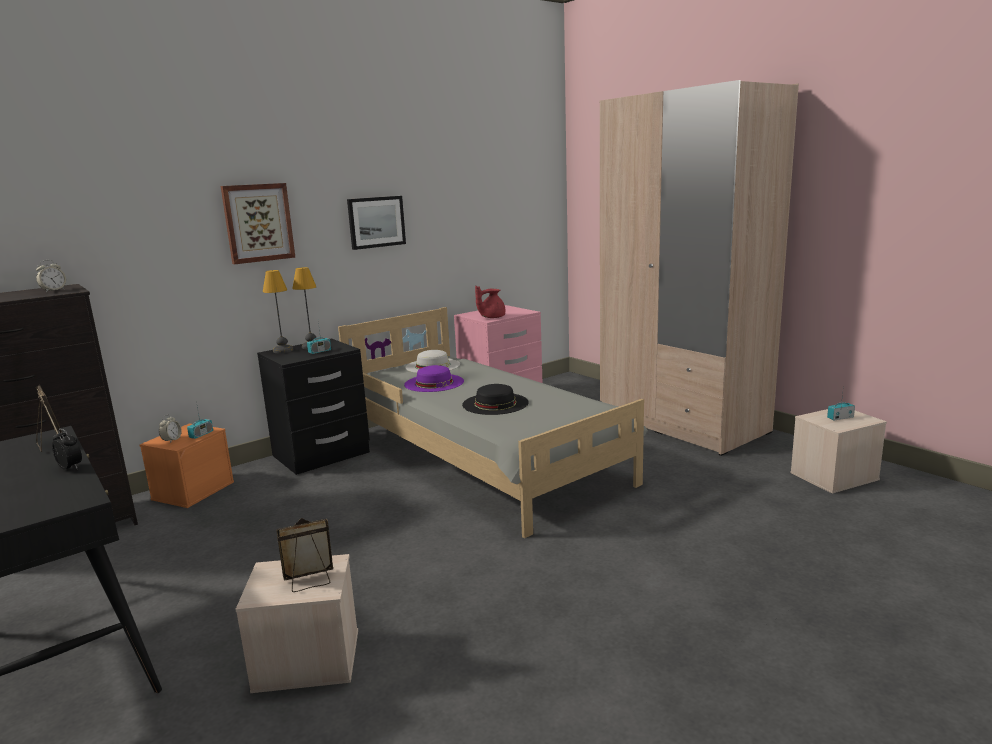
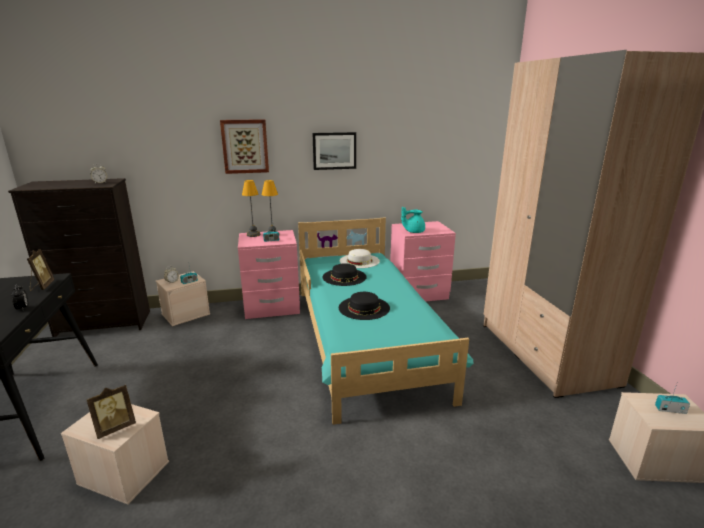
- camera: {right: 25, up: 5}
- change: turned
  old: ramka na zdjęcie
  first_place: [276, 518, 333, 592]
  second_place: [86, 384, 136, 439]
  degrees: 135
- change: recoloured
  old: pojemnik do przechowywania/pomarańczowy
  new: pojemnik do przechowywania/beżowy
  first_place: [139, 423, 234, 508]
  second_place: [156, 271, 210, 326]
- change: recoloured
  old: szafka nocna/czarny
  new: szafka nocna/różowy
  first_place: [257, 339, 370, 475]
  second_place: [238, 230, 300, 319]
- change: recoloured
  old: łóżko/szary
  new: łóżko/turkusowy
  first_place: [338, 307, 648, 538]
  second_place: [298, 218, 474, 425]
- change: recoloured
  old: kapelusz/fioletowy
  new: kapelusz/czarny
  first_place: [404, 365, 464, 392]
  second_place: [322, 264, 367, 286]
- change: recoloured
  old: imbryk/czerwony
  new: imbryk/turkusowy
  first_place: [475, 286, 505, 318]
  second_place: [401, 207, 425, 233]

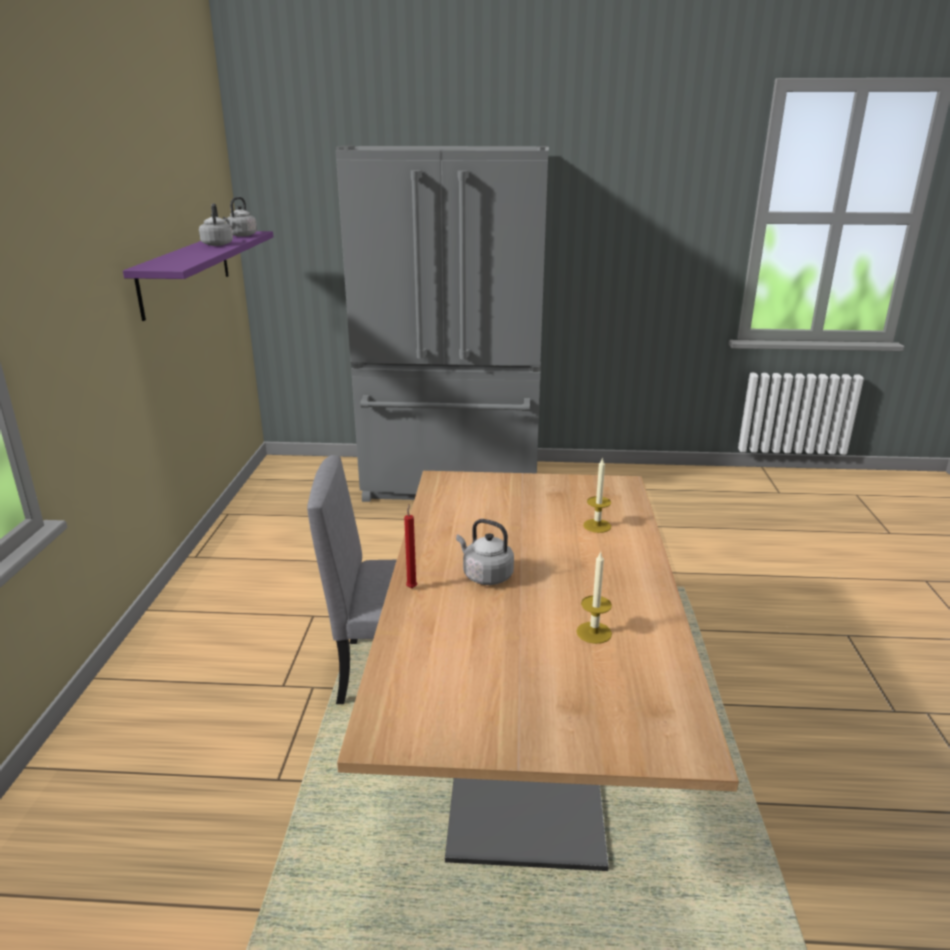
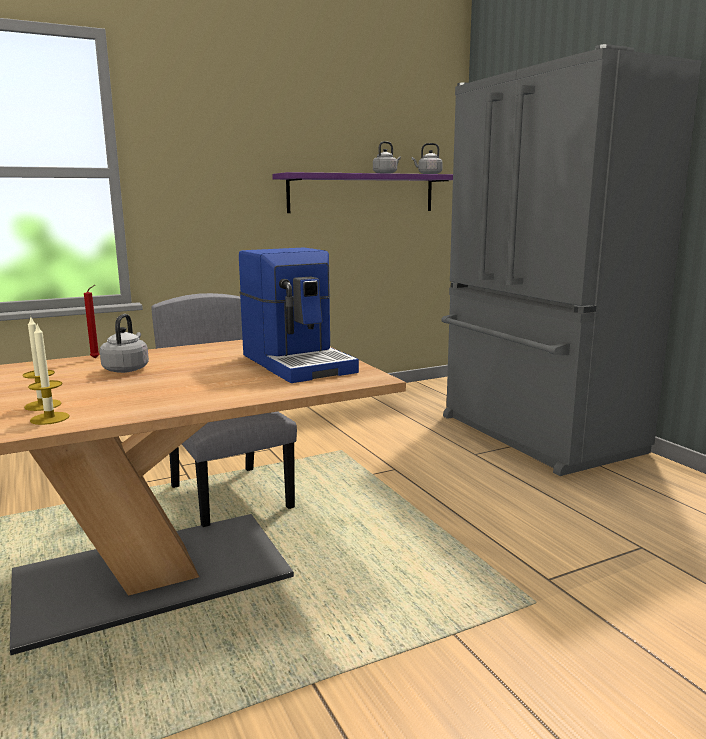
- camera: {right: 60, up: -10}
- change: moved
  old: świeca
  first_place: [583, 457, 611, 533]
  second_place: [28, 325, 70, 425]
- change: added
  new: ekspres do kawy
  second_place: [239, 247, 359, 383]

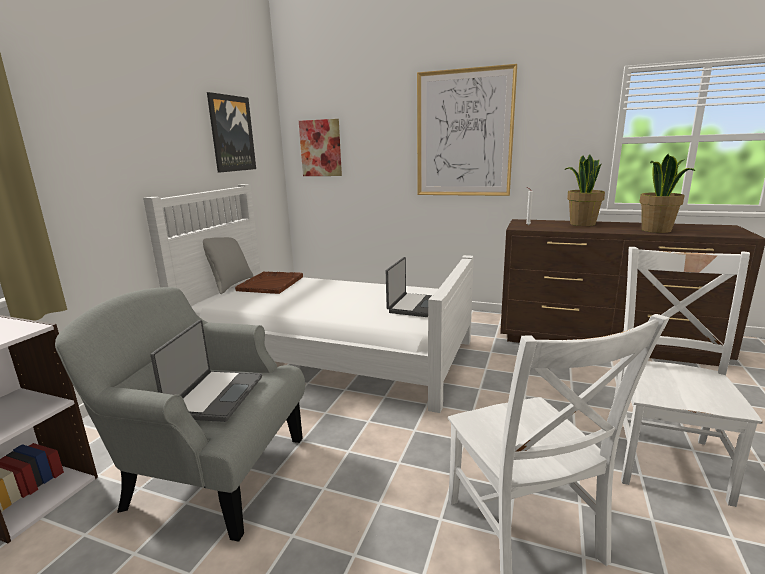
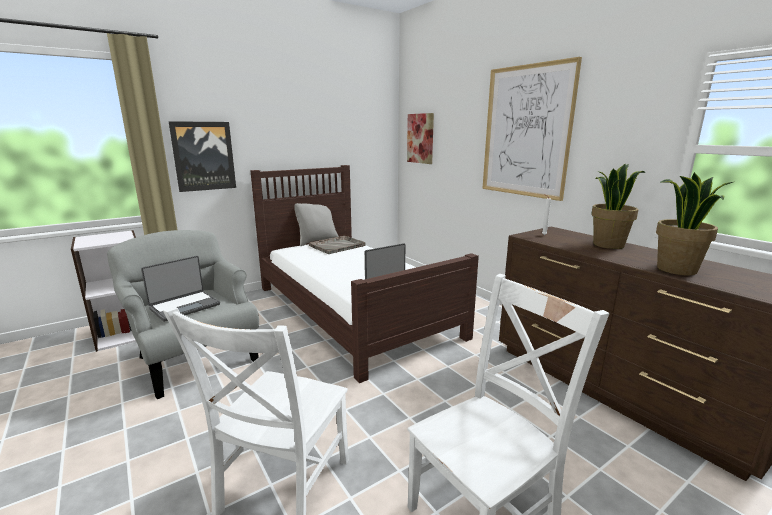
- camera: {right: 35, up: 0}
- change: moved
  old: obraz
  first_place: [207, 92, 256, 173]
  second_place: [168, 121, 236, 192]
- change: recoloured
  old: łóżko/biały
  new: łóżko/brązowy
  first_place: [143, 184, 474, 413]
  second_place: [250, 165, 479, 383]
- change: recoloured
  old: taca/brązowy
  new: taca/szary
  first_place: [235, 271, 303, 294]
  second_place: [309, 236, 366, 254]

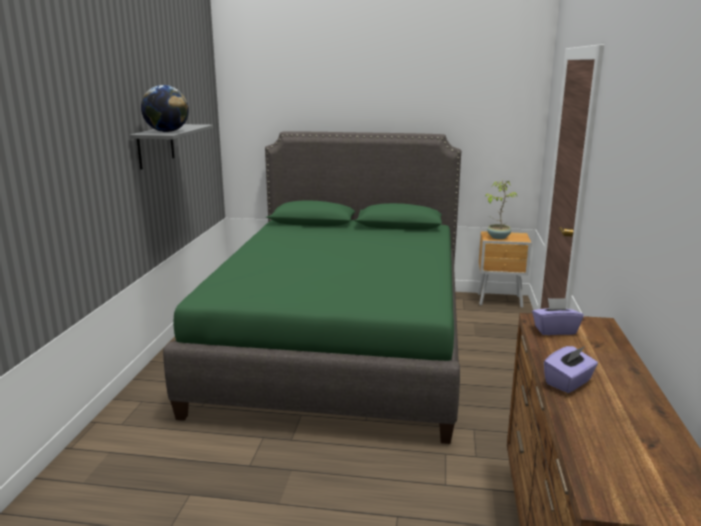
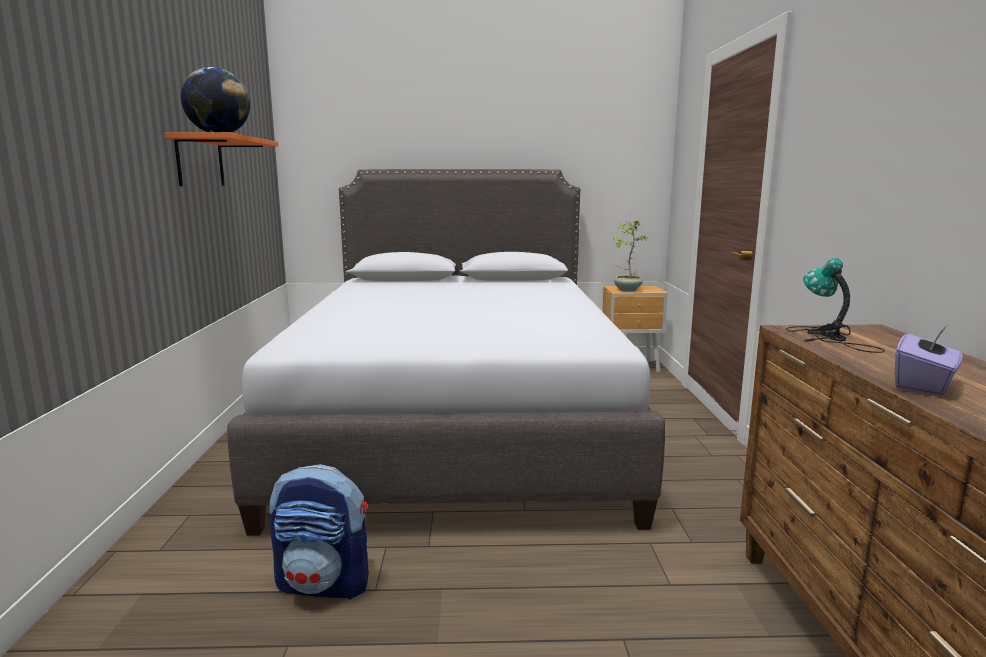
- camera: {right: -10, up: -5}
- change: recoloured
  old: półka/szary
  new: półka/pomarańczowy
  first_place: [130, 124, 214, 170]
  second_place: [164, 132, 279, 186]
- change: recoloured
  old: łóżko/zielony
  new: łóżko/szary
  first_place: [163, 132, 461, 444]
  second_place: [227, 169, 665, 536]
- change: added
  new: plecak
  second_place: [269, 464, 369, 600]
- change: replaced
  old: pudełko chusteczek/fioletowy
  new: lampa stołowa
  first_place: [532, 298, 584, 335]
  second_place: [786, 258, 885, 353]

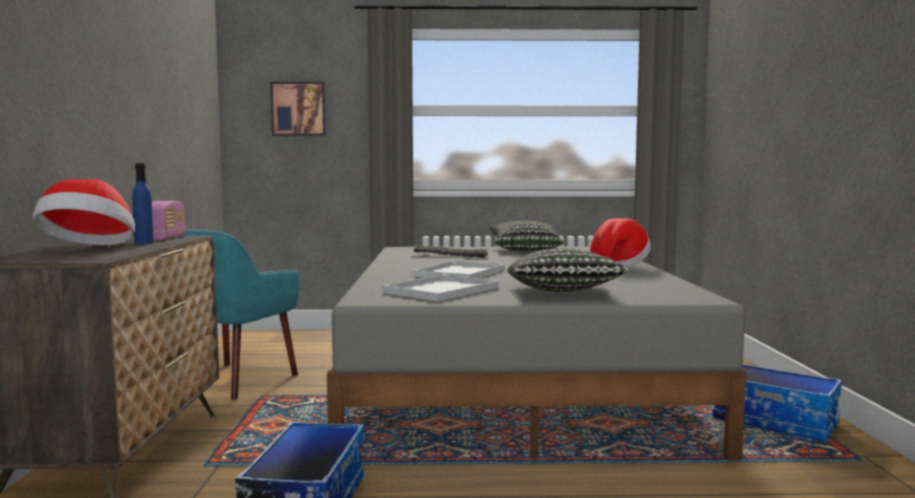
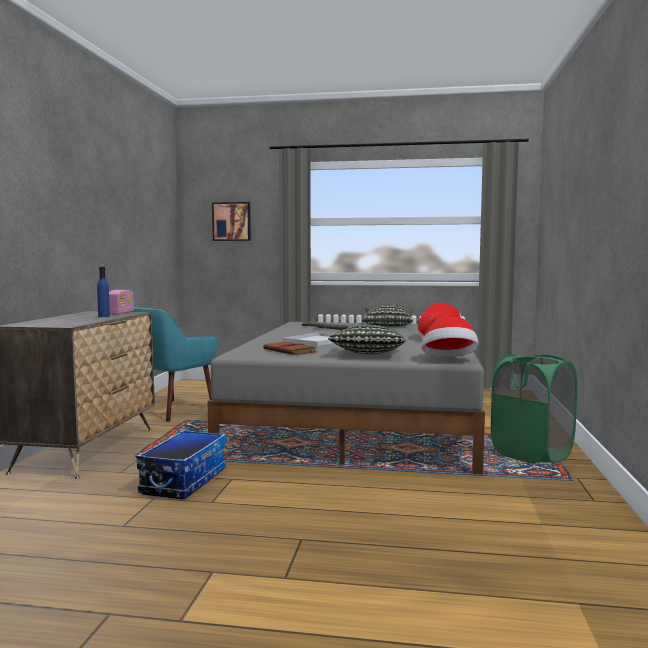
- camera: {right: 10, up: 0}
- change: replaced
  old: taca/biały
  new: książka/brązowy
  first_place: [382, 274, 498, 301]
  second_place: [263, 341, 318, 355]
- change: moved
  old: kapelusz
  first_place: [33, 179, 135, 246]
  second_place: [422, 317, 479, 357]
- change: replaced
  old: pojemnik do przechowywania
  new: kosz na pranie/zielony
  first_place: [712, 364, 842, 441]
  second_place: [491, 354, 577, 464]

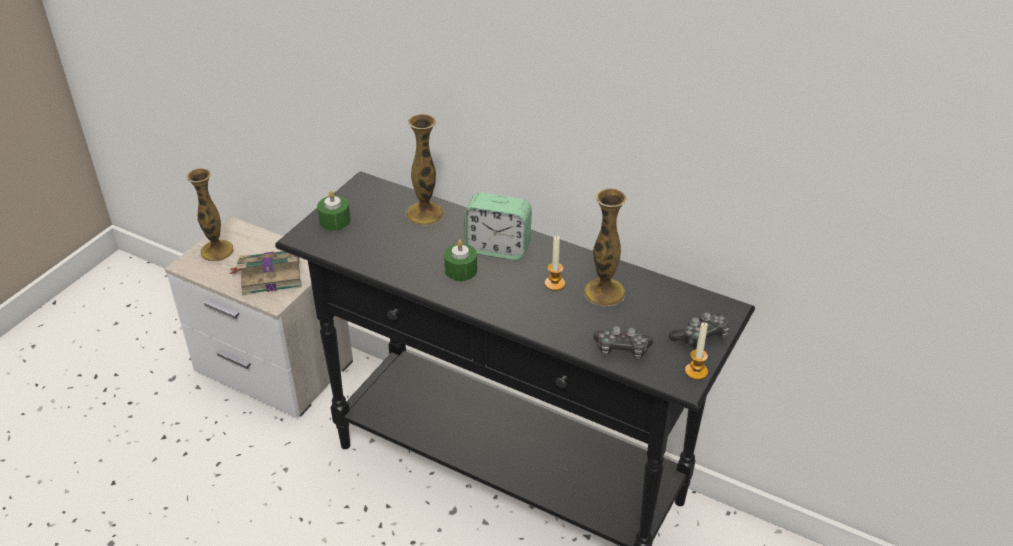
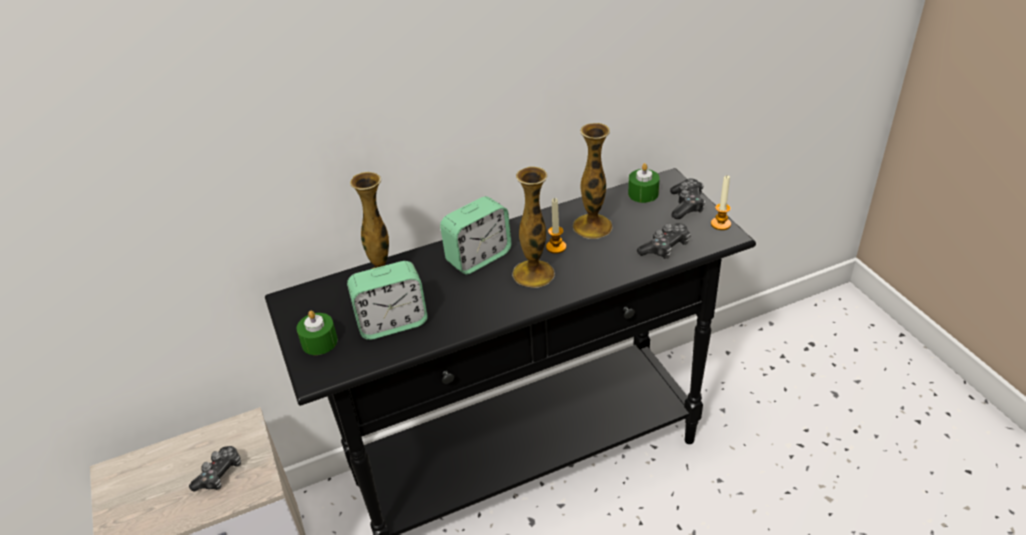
- camera: {right: -50, up: 0}
- change: replaced
  old: książka
  new: pad do gier
  first_place: [230, 251, 302, 295]
  second_place: [189, 446, 241, 492]
- change: added
  new: budzik
  second_place: [347, 261, 428, 340]
- change: moved
  old: wazon
  first_place: [186, 168, 234, 262]
  second_place: [512, 167, 555, 288]
- change: moved
  old: świeca/zielony
  first_place: [444, 240, 477, 281]
  second_place: [628, 163, 660, 203]

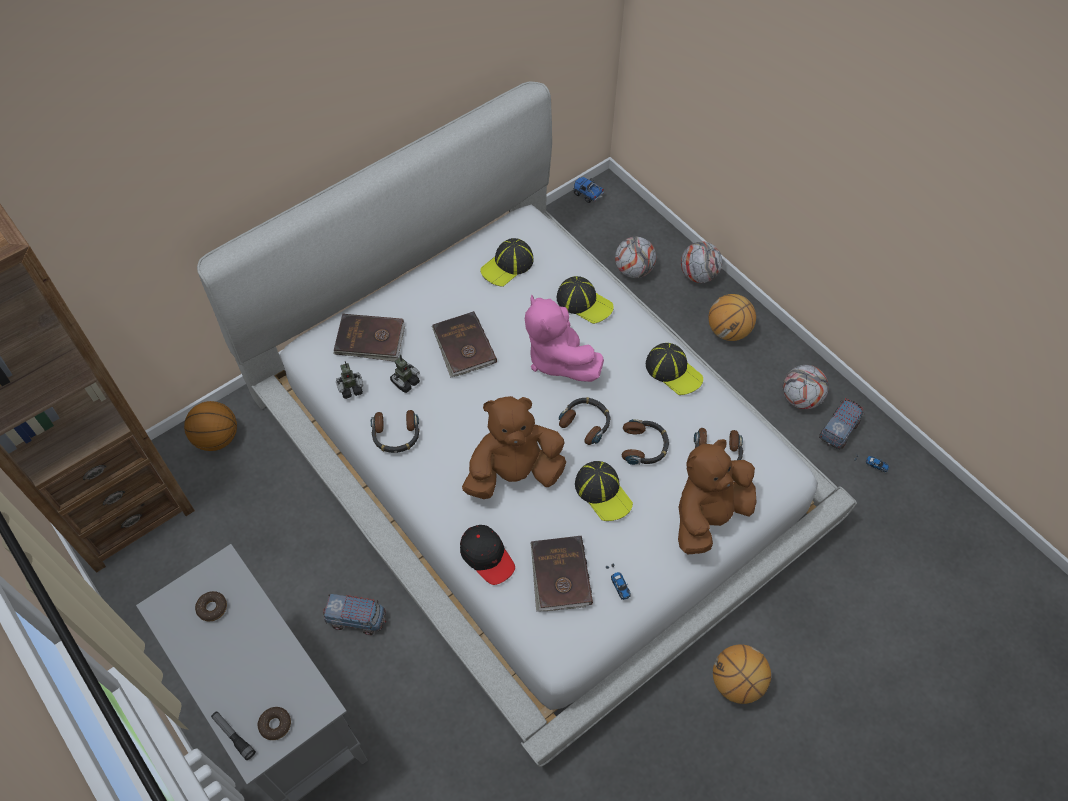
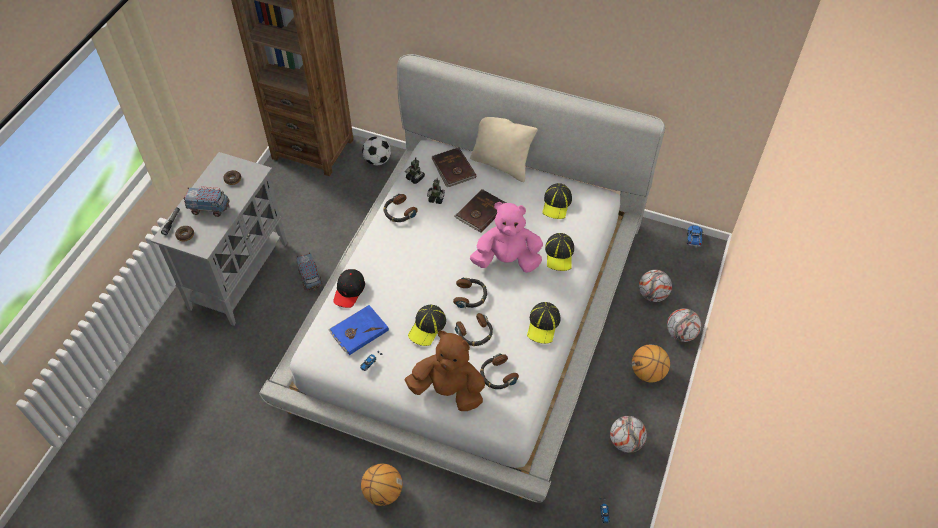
- camera: {right: 60, up: -5}
- change: moved
  old: ciężarówka zabawkowa
  first_place: [819, 399, 865, 449]
  second_place: [183, 186, 230, 217]
- change: recoloured
  old: książka/brązowy
  new: książka/niebieski
  first_place: [530, 536, 593, 612]
  second_place: [328, 305, 389, 355]
- change: replaced
  old: piłka do koszykówki
  new: piłka futbolowa
  first_place: [184, 401, 237, 451]
  second_place: [362, 136, 391, 165]
- change: added
  new: poduszka/beżowy
  second_place: [470, 117, 538, 182]
- change: turned
  old: pluszak/różowy
  first_place: [525, 294, 604, 382]
  second_place: [470, 202, 543, 273]
  degrees: 60
- change: turned
  old: czapka z daszkiem
  first_place: [481, 238, 534, 287]
  second_place: [542, 183, 572, 219]
  degrees: -90
- change: removed
  old: pluszak/brązowy
  first_place: [462, 396, 566, 499]

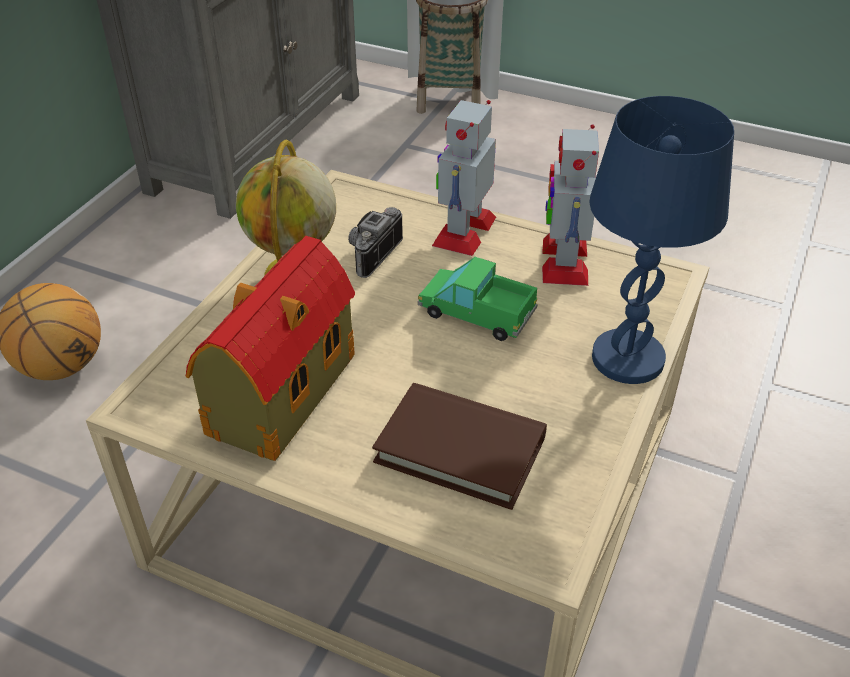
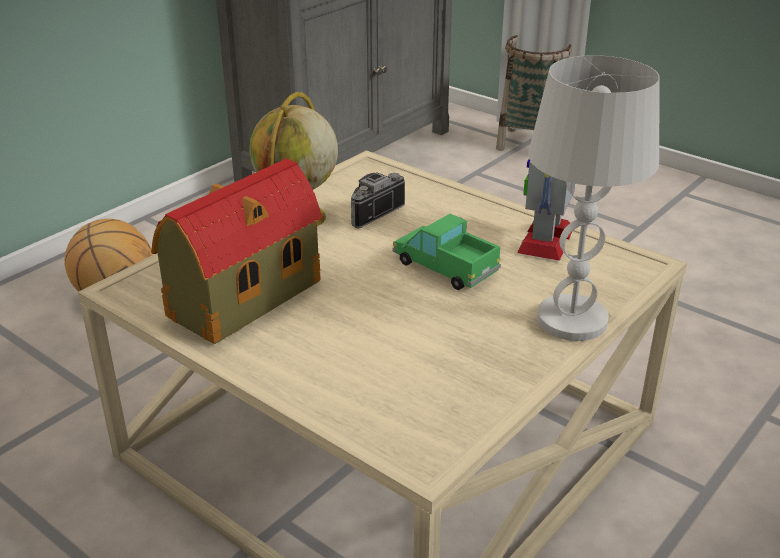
- camera: {right: 15, up: -10}
- change: recoloured
  old: lampa stołowa/niebieski
  new: lampa stołowa/biały
  first_place: [589, 96, 734, 384]
  second_place: [528, 55, 660, 341]
- change: removed
  old: książka/brązowy
  first_place: [372, 383, 547, 510]
- change: removed
  old: robot zabawkowy
  first_place: [432, 100, 496, 256]

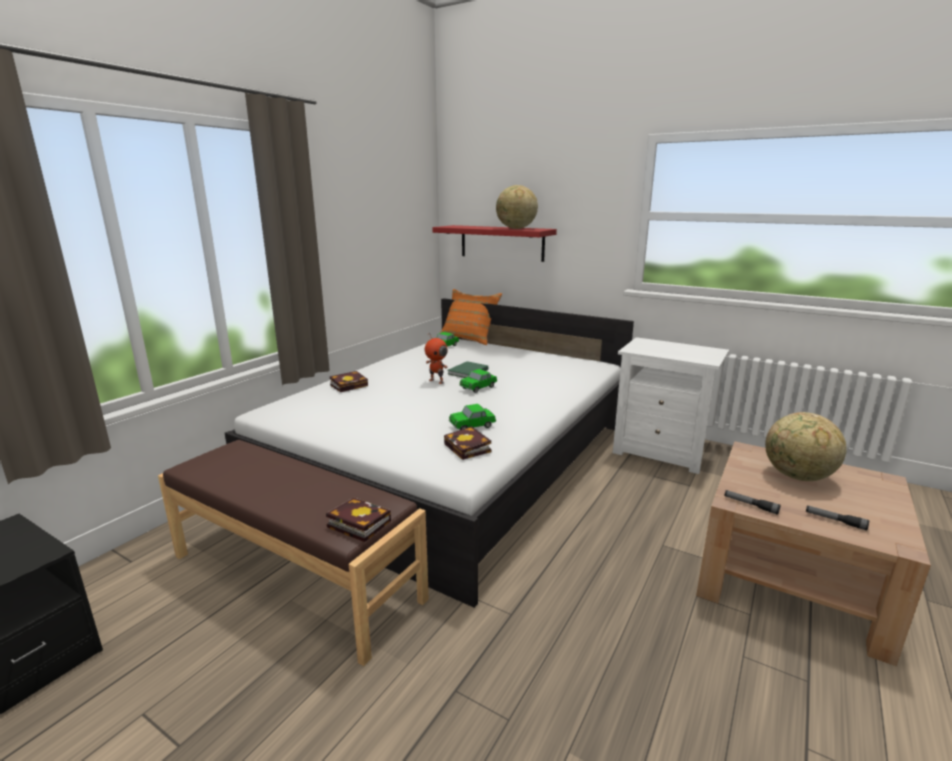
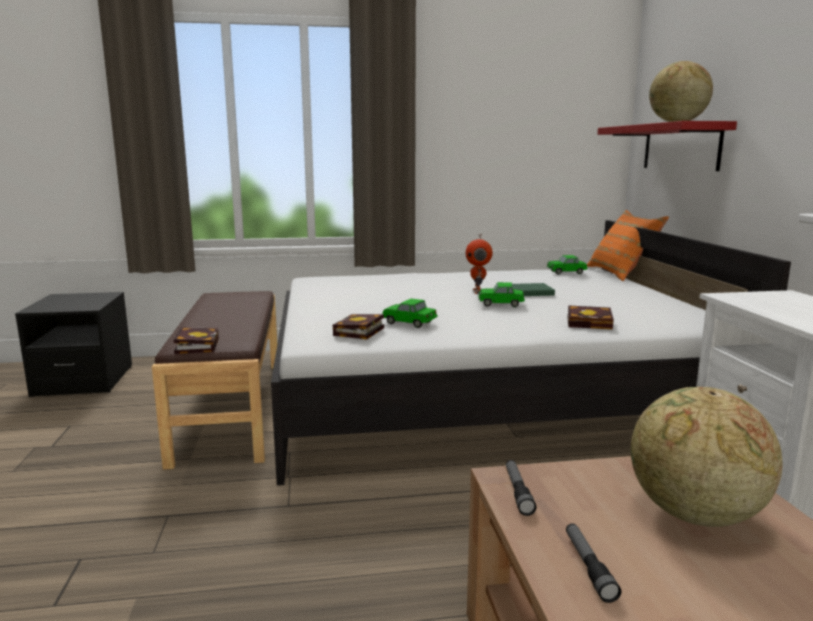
- camera: {right: 50, up: -5}
- change: moved
  old: książka
  first_place: [330, 371, 368, 392]
  second_place: [568, 305, 614, 330]

